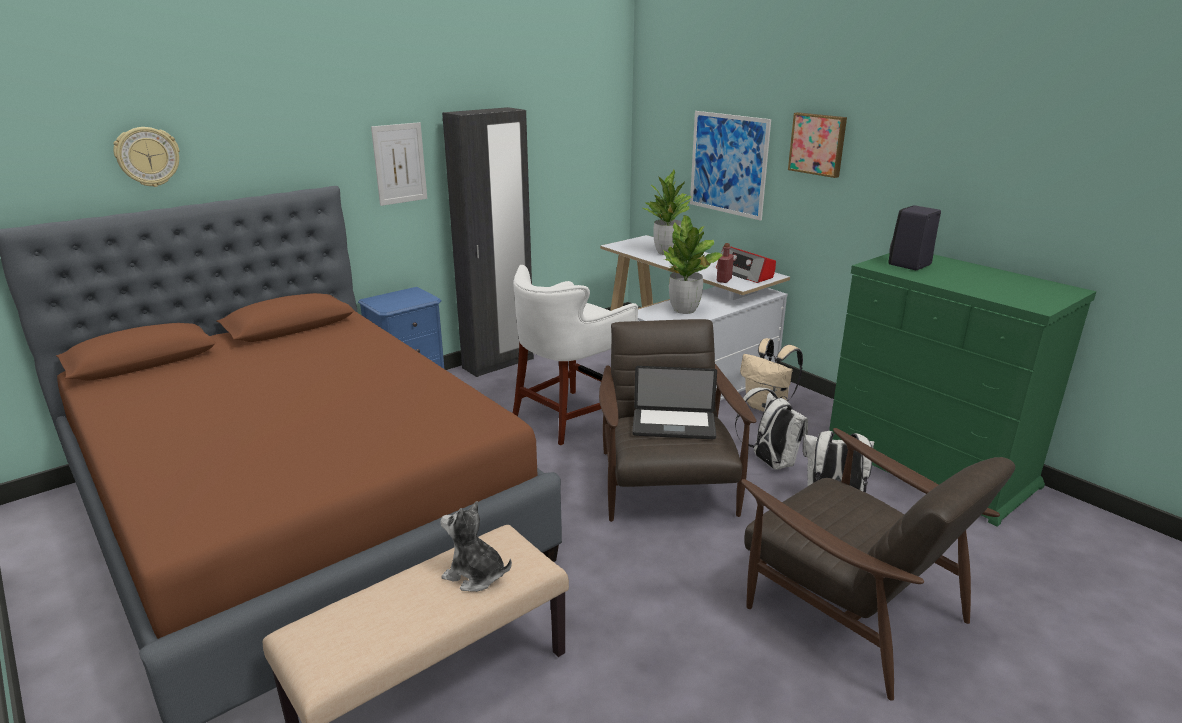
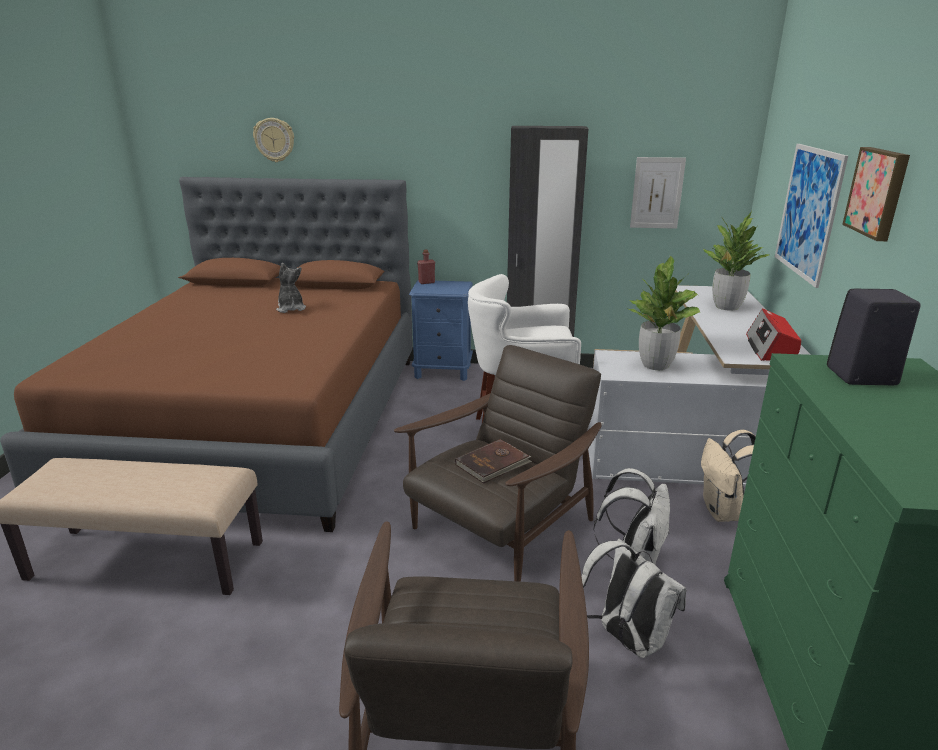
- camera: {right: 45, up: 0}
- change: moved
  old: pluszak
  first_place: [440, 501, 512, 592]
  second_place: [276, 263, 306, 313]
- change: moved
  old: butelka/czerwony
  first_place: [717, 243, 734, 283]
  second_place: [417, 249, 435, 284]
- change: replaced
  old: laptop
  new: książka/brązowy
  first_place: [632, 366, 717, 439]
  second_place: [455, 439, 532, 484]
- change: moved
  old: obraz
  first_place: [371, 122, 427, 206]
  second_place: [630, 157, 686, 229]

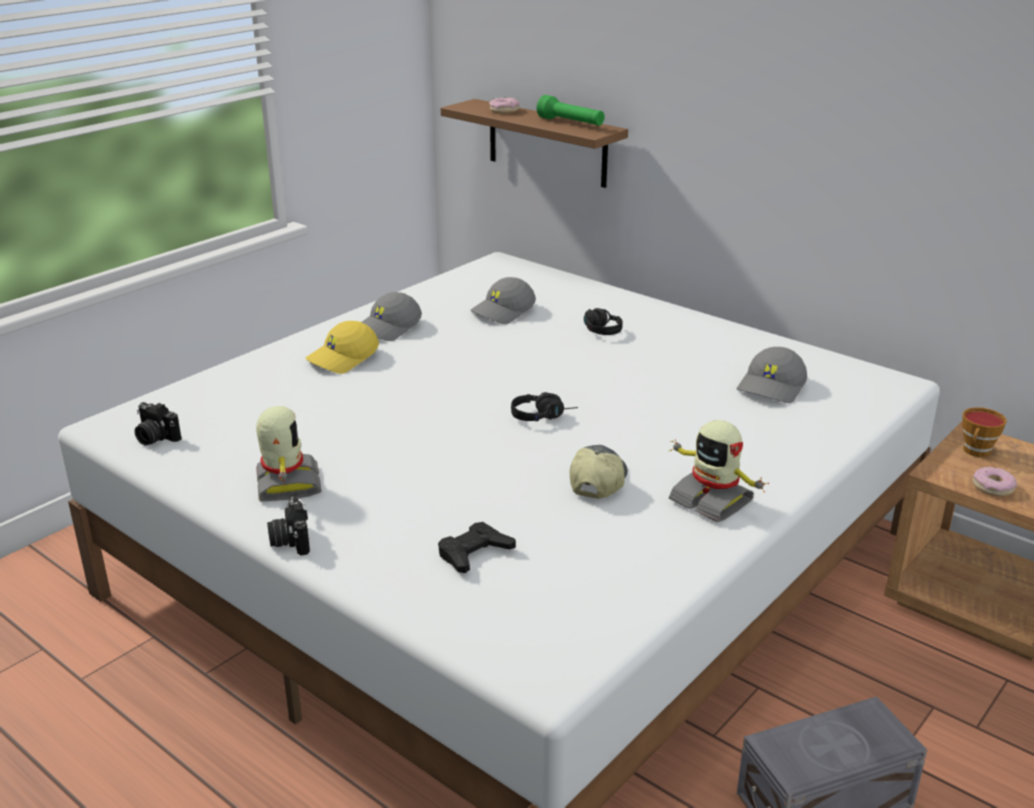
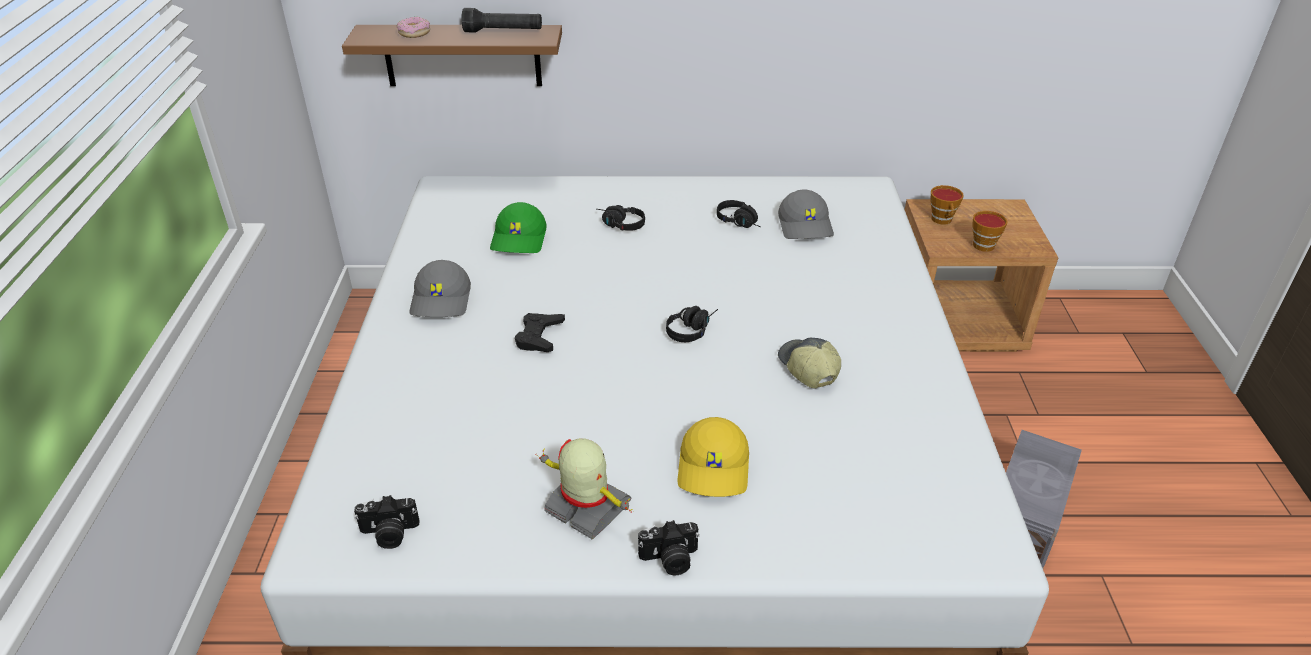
- camera: {right: -40, up: 10}
- change: recoloured
  old: latarka/zielony
  new: latarka/czarny
  first_place: [537, 95, 605, 126]
  second_place: [461, 8, 542, 33]
- change: recoloured
  old: czapka z daszkiem/szary
  new: czapka z daszkiem/zielony
  first_place: [470, 277, 536, 324]
  second_place: [490, 202, 547, 253]
- change: moved
  old: pad do gier/czarny
  first_place: [438, 522, 516, 573]
  second_place: [515, 313, 565, 352]
- change: turned
  old: aparat fotograficzny
  first_place: [267, 496, 310, 556]
  second_place: [638, 520, 700, 576]
  degrees: -45
- change: moved
  old: czapka z daszkiem/żółty
  first_place: [306, 321, 379, 374]
  second_place: [678, 417, 749, 497]
- change: added
  new: słuchawki/czarny
  second_place: [717, 200, 761, 228]
- change: replaced
  old: donut
  new: filiżanka
  first_place: [973, 467, 1017, 496]
  second_place: [972, 211, 1008, 252]
- change: removed
  old: robot zabawkowy
  first_place: [668, 420, 769, 522]

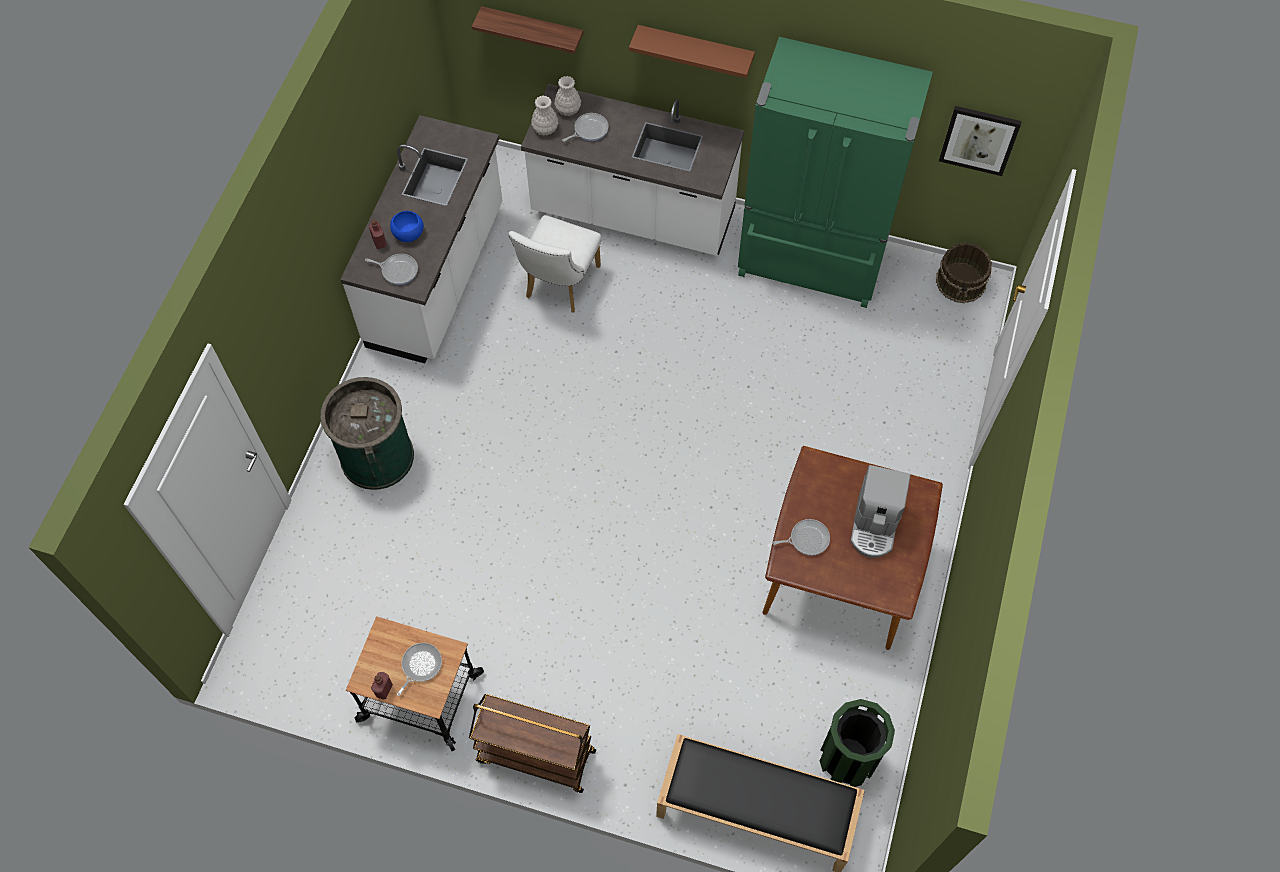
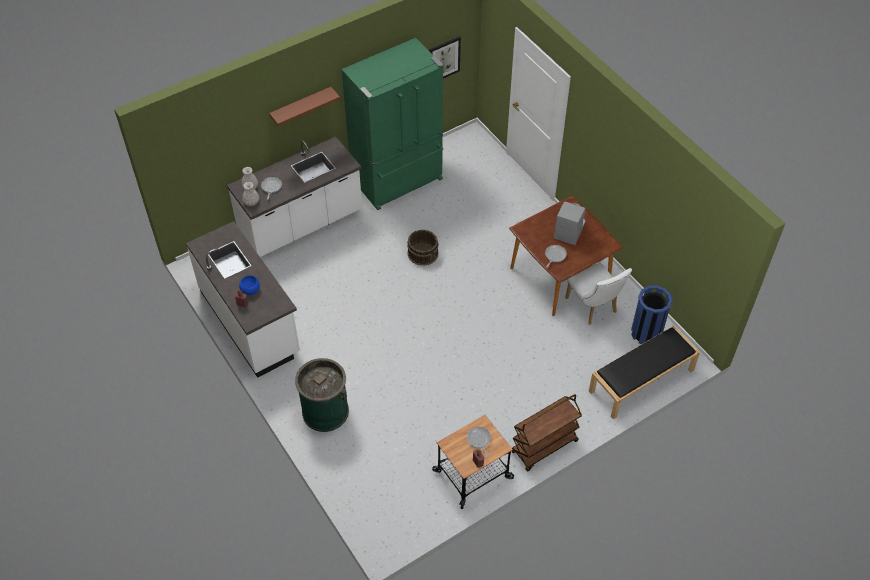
- camera: {right: -50, up: -10}
- change: moved
  old: wiadro/brązowy
  first_place: [936, 243, 992, 303]
  second_place: [407, 229, 439, 266]
- change: turned
  old: ekspres do kawy
  first_place: [850, 465, 911, 558]
  second_place: [554, 202, 586, 245]
  degrees: -120
- change: moved
  old: krzesło/biały
  first_place: [509, 215, 601, 313]
  second_place: [565, 263, 632, 325]
- change: recoloured
  old: kosz na śmieci/zielony
  new: kosz na śmieci/niebieski
  first_place: [820, 699, 895, 787]
  second_place: [631, 285, 673, 344]
- change: removed
  old: patelnia
  first_place: [365, 254, 418, 285]
- change: removed
  old: półka
  first_place: [472, 6, 584, 54]

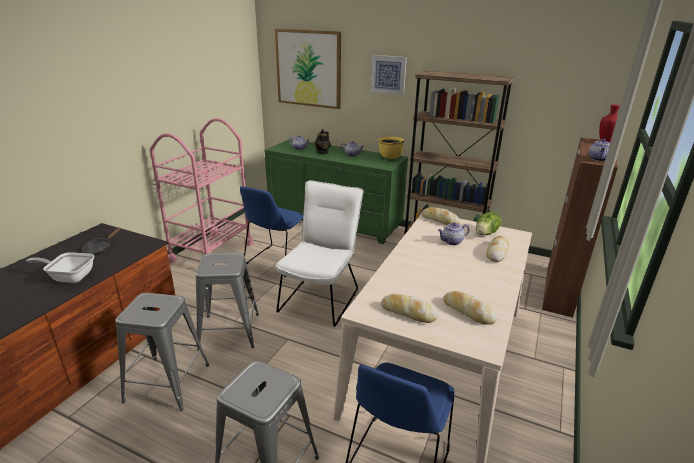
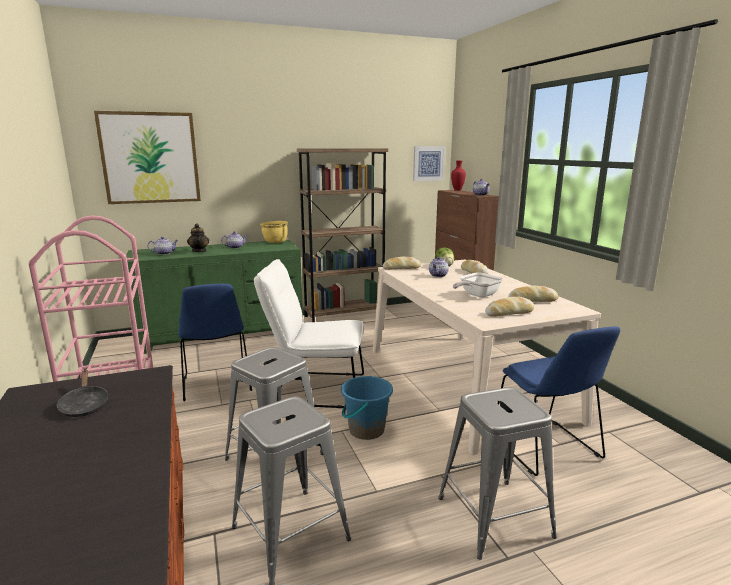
- camera: {right: -45, up: -10}
- change: turned
  old: krzesło/biały
  first_place: [276, 180, 364, 327]
  second_place: [254, 259, 364, 408]
  degrees: -60
- change: added
  new: wiadro/niebieski
  second_place: [341, 376, 393, 440]
- change: moved
  old: obraz
  first_place: [370, 55, 407, 95]
  second_place: [413, 146, 445, 181]
- change: moved
  old: patelnia
  first_place: [26, 252, 94, 283]
  second_place: [453, 273, 503, 298]

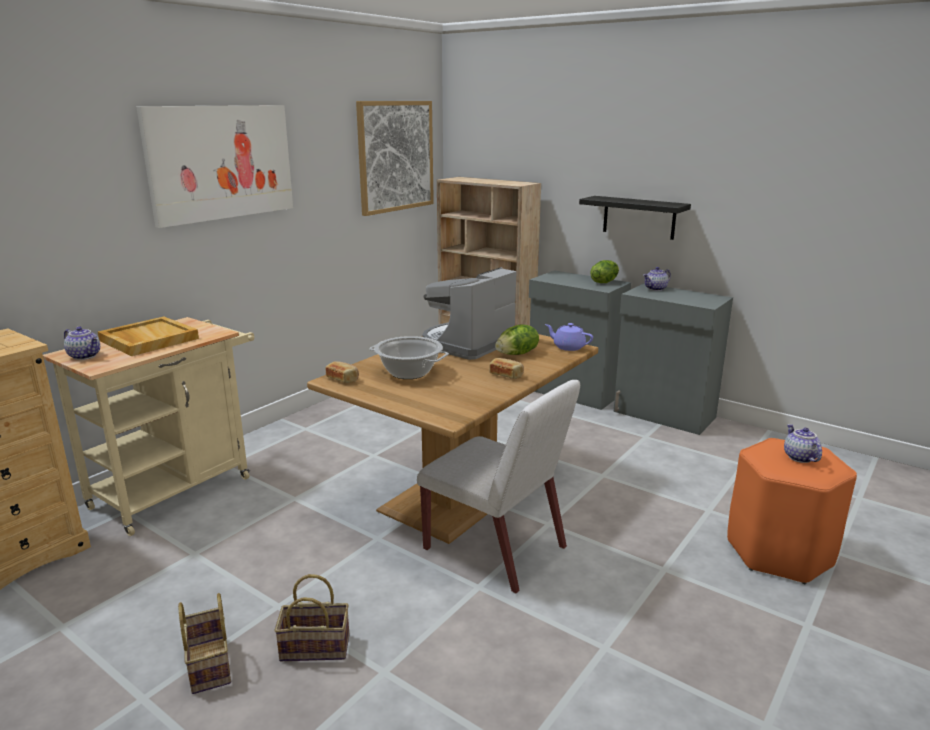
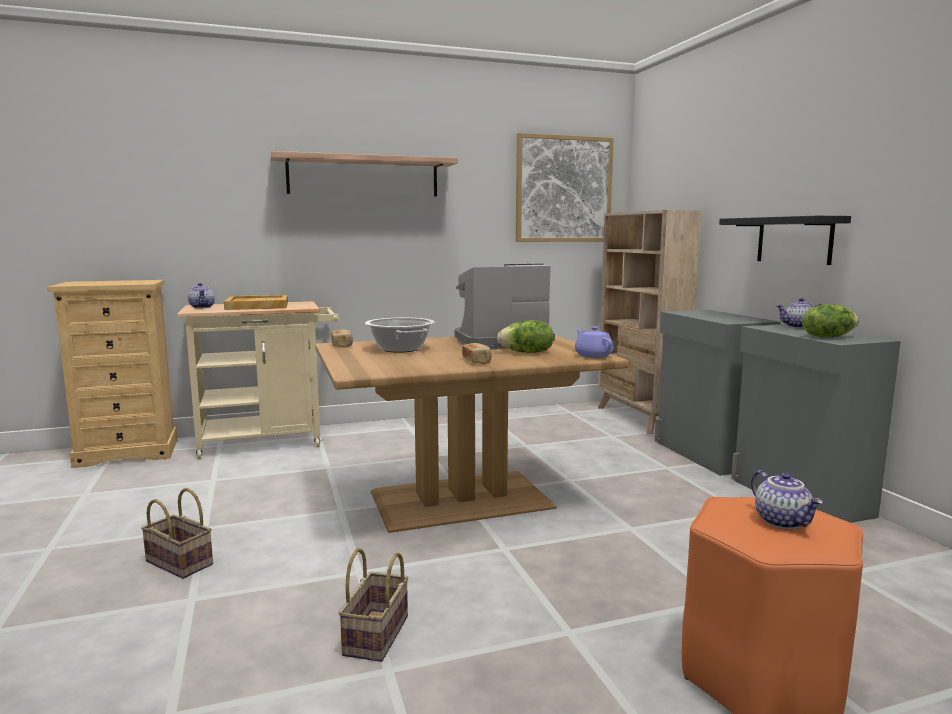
- camera: {right: 35, up: -10}
- change: replaced
  old: obraz
  new: półka
  first_place: [136, 105, 293, 228]
  second_place: [270, 151, 458, 197]
- change: moved
  old: koszyk
  first_place: [178, 593, 231, 694]
  second_place: [339, 548, 408, 662]
- change: turned
  old: imbryk
  first_place: [784, 424, 822, 463]
  second_place: [751, 470, 823, 529]
  degrees: 135
- change: moved
  old: sałata
  first_place: [590, 260, 619, 283]
  second_place: [802, 304, 859, 338]
- change: removed
  old: krzesło/biały
  first_place: [417, 380, 580, 594]

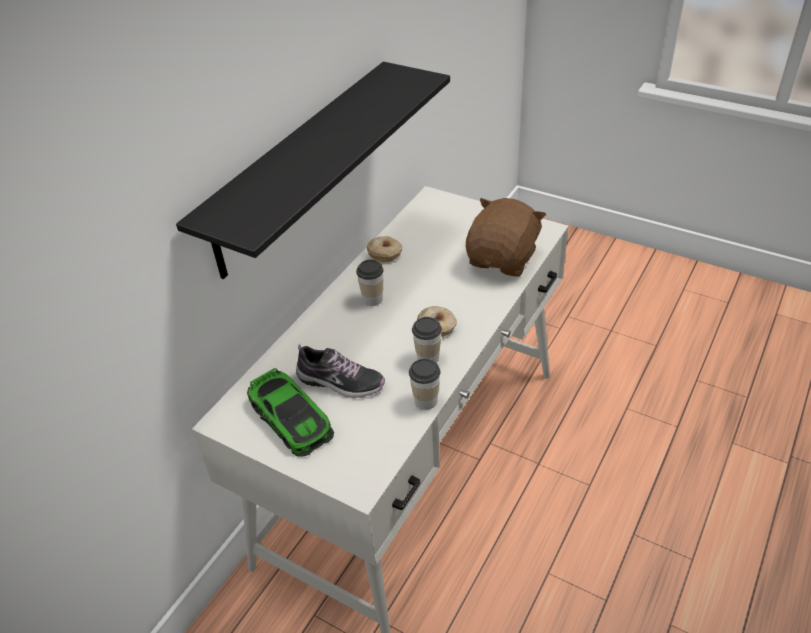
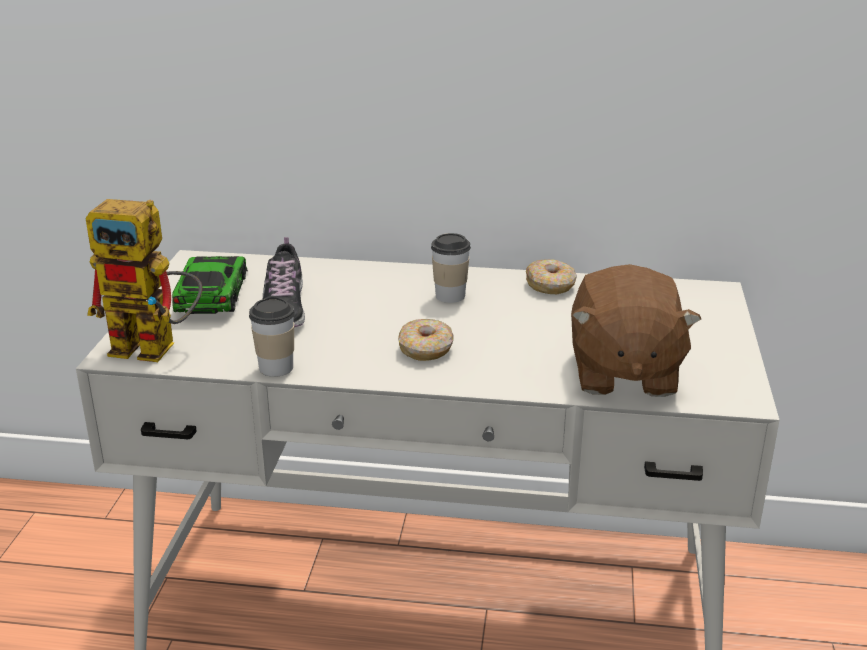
- camera: {right: 65, up: -15}
- change: added
  new: robot zabawkowy
  second_place: [85, 199, 203, 362]
- change: turned
  old: samochodzik
  first_place: [247, 368, 334, 457]
  second_place: [172, 256, 248, 314]
  degrees: 150
- change: turned
  old: pluszak/brązowy
  first_place: [466, 198, 546, 276]
  second_place: [571, 264, 701, 397]
  degrees: 90
- change: removed
  old: półka/czarny
  first_place: [176, 62, 450, 279]
- change: removed
  old: filiżanka
  first_place: [412, 317, 442, 363]

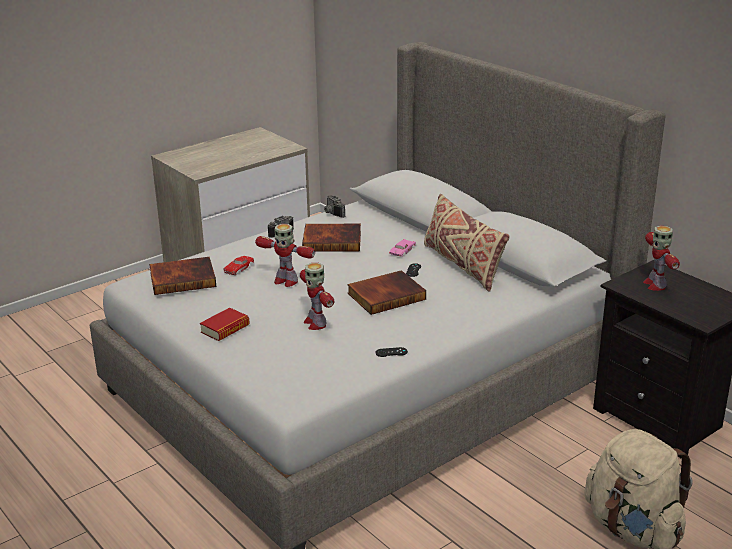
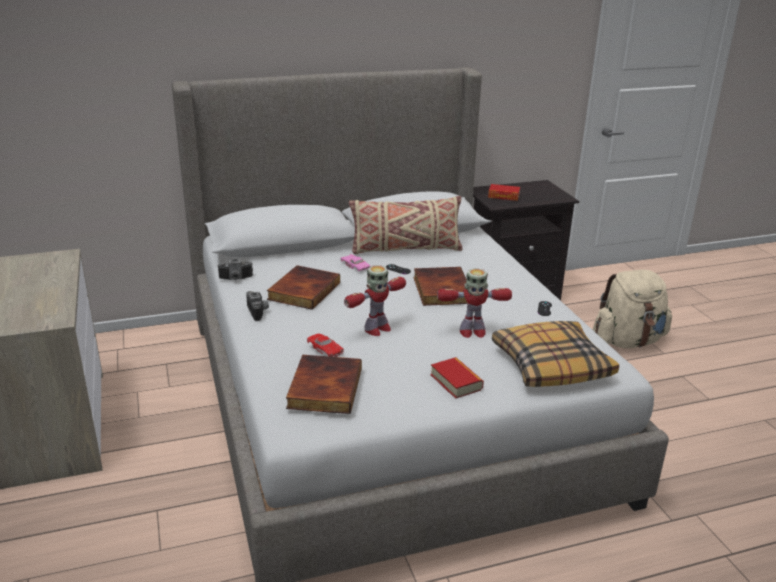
- camera: {right: -70, up: 0}
- change: replaced
  old: robot zabawkowy
  new: książka
  first_place: [643, 226, 680, 291]
  second_place: [488, 184, 520, 201]
- change: added
  new: poduszka
  second_place: [492, 321, 619, 387]

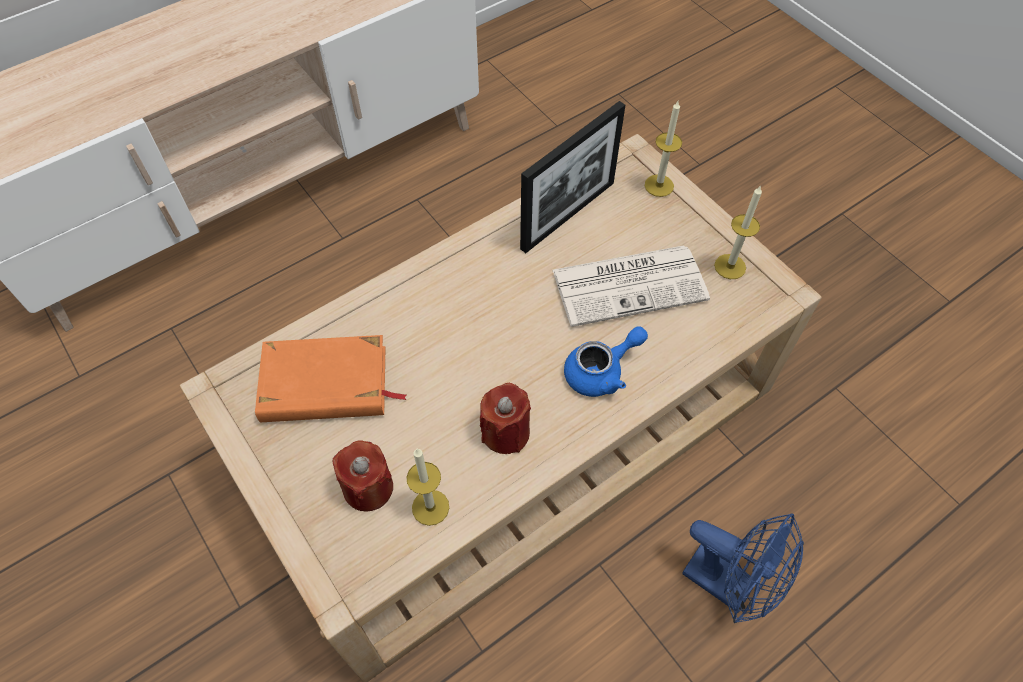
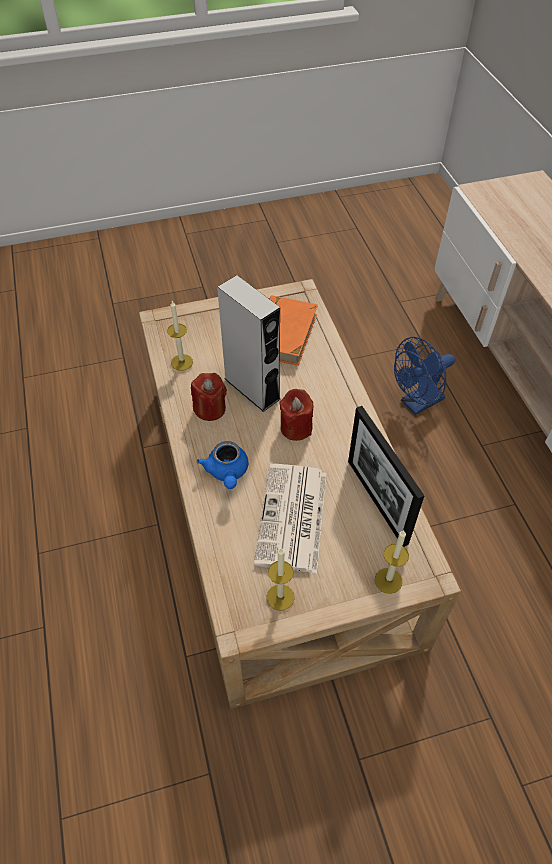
- camera: {right: 110, up: -5}
- change: added
  new: głośnik/szary
  second_place: [217, 275, 281, 412]
- change: moved
  old: świeca/czerwony
  first_place: [333, 440, 393, 511]
  second_place: [279, 389, 314, 441]
- change: moved
  old: wentylator/niebieski
  first_place: [682, 513, 804, 623]
  second_place: [394, 337, 455, 415]

